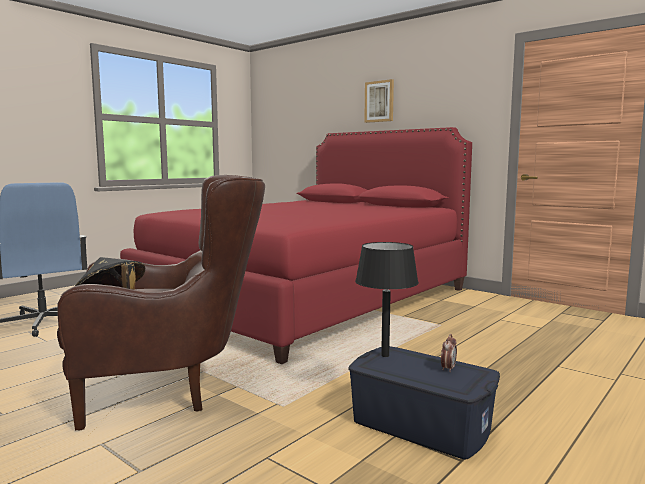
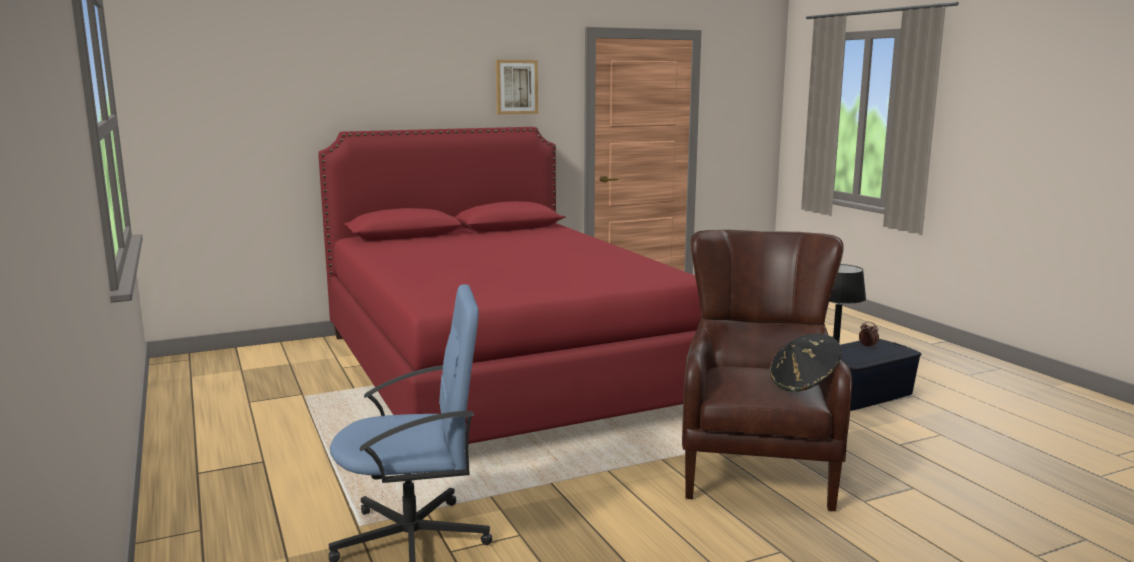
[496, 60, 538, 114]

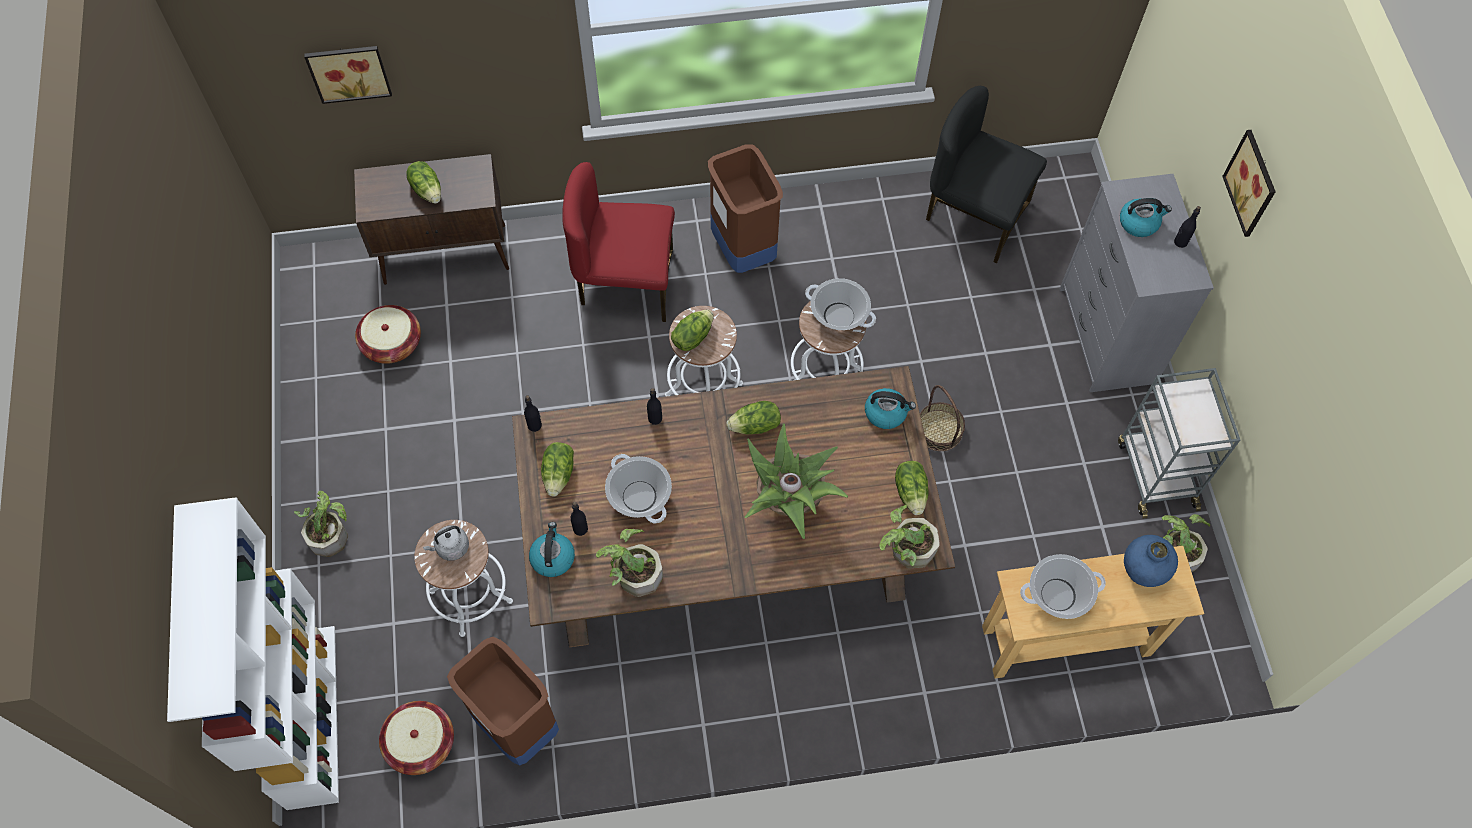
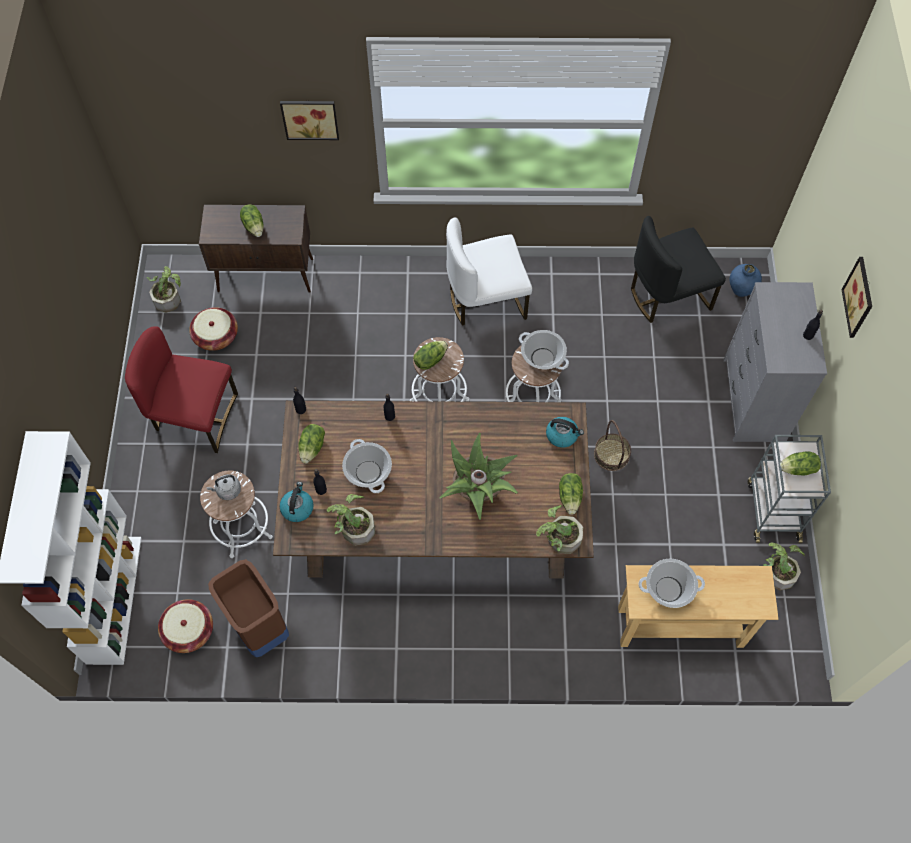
[1120, 198, 1172, 237] (first image)
[147, 266, 181, 313]
[280, 100, 339, 140]
[125, 326, 238, 453]
[780, 452, 821, 476]
[730, 264, 762, 297]
[446, 217, 532, 326]
[631, 216, 726, 323]

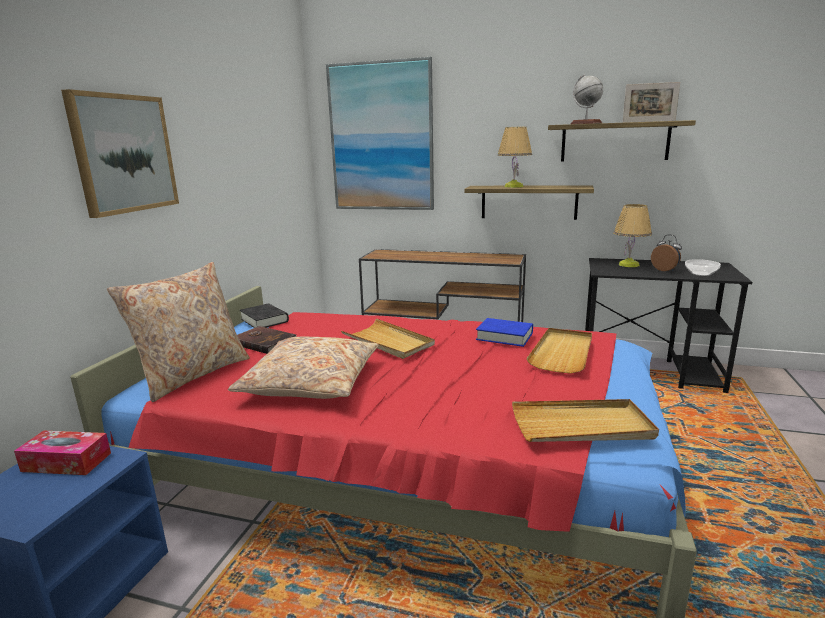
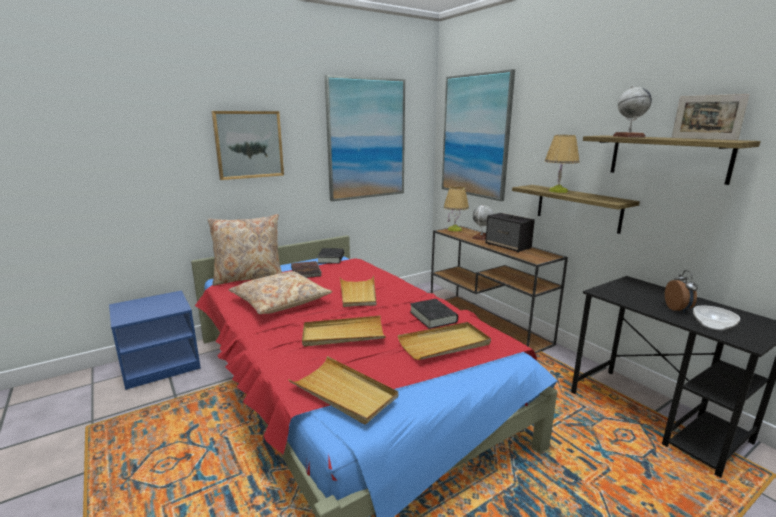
[14, 431, 111, 475] (first image)
[302, 316, 385, 347]
[325, 75, 405, 201]
[472, 205, 493, 241]
[485, 213, 535, 253]
[444, 186, 469, 232]
[410, 299, 458, 329]

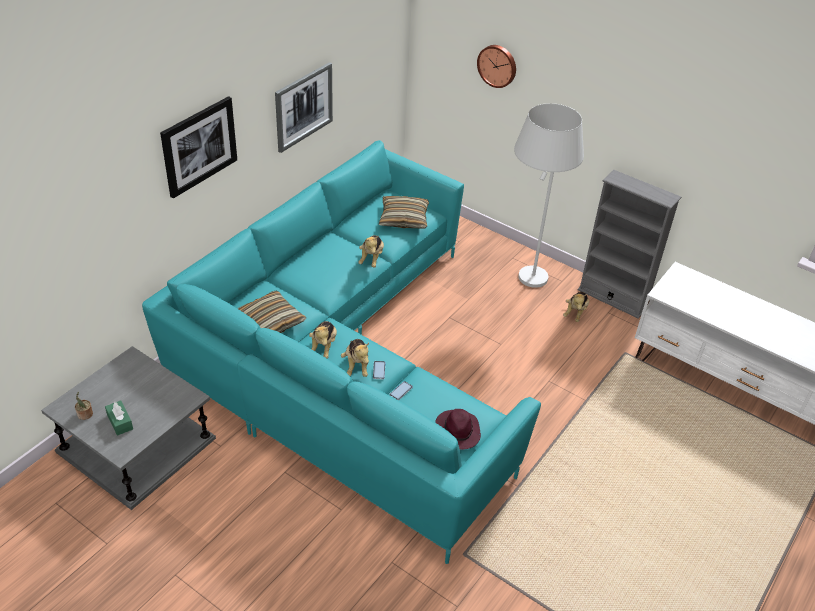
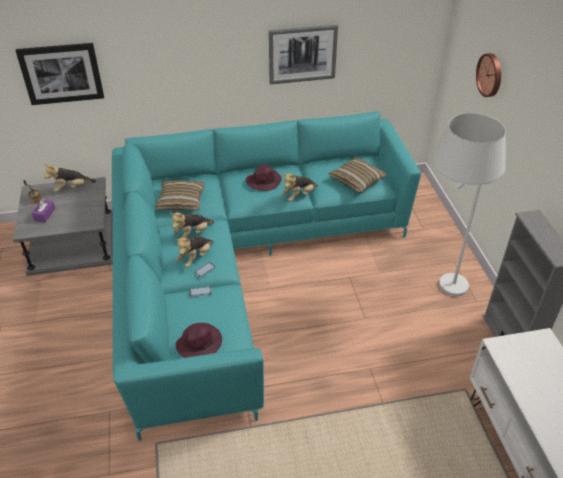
[246, 165, 282, 191]
[16, 43, 104, 105]
[44, 164, 96, 192]
[32, 198, 56, 222]

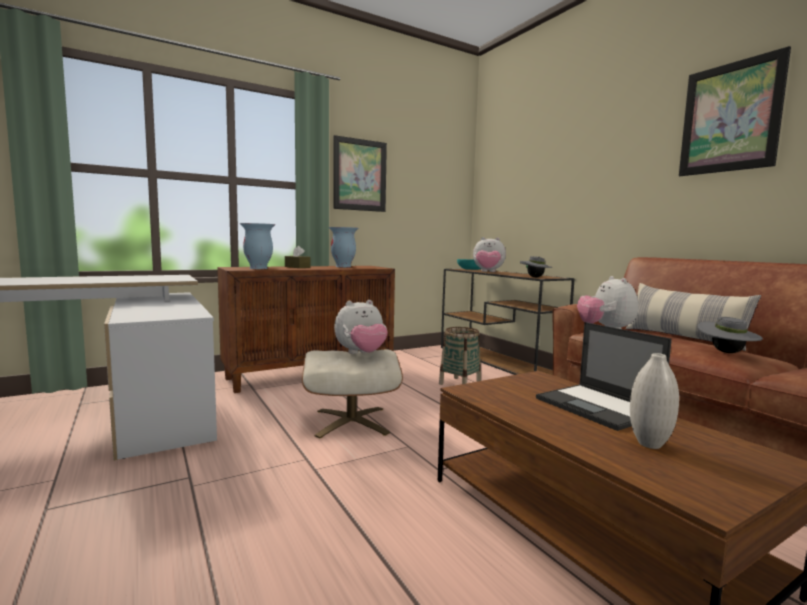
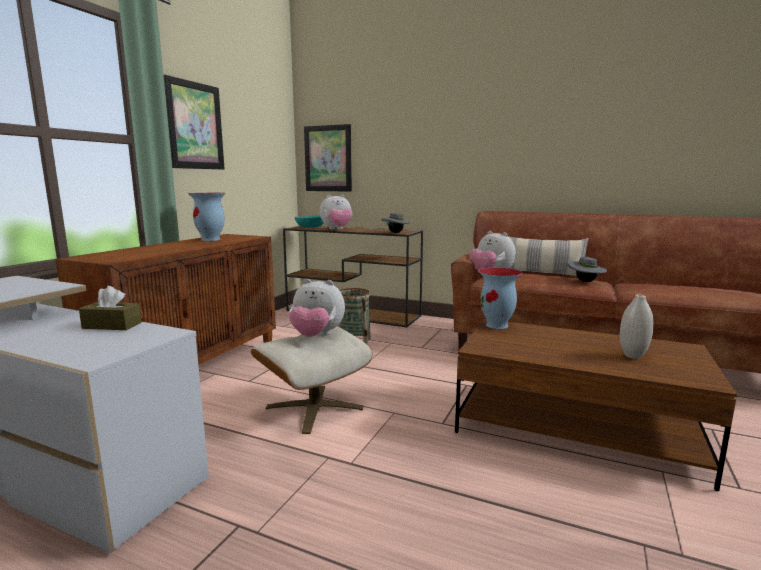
[536, 322, 672, 431] (first image)
[478, 268, 522, 329]
[79, 286, 142, 330]
[304, 124, 352, 192]
[289, 279, 345, 337]

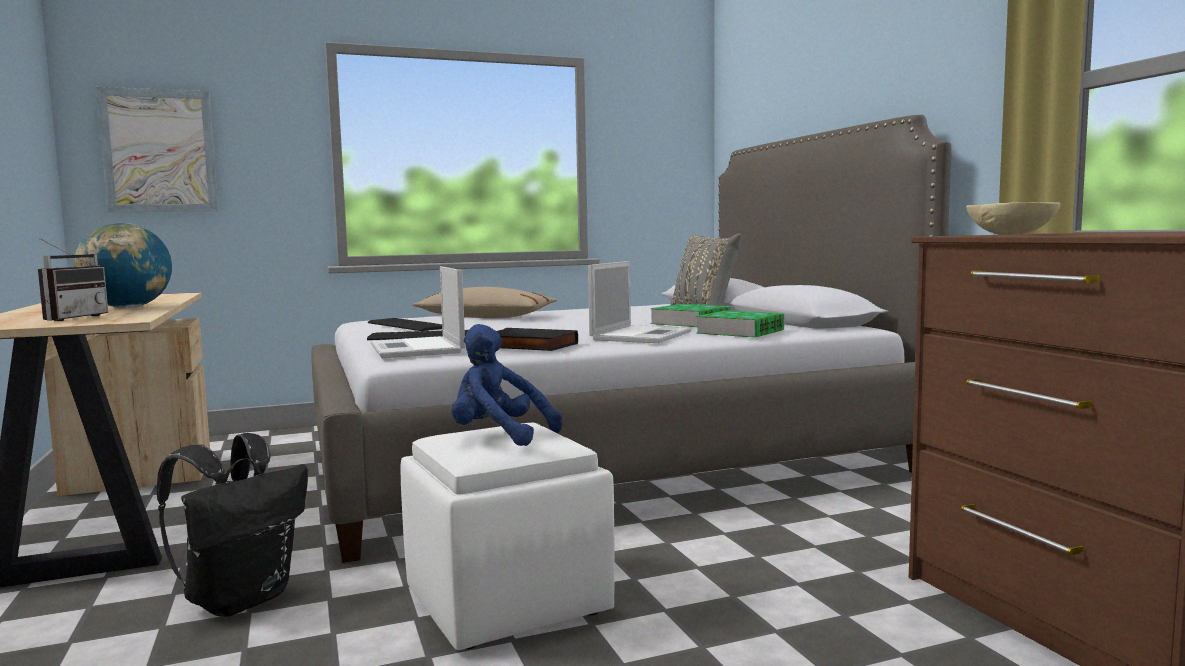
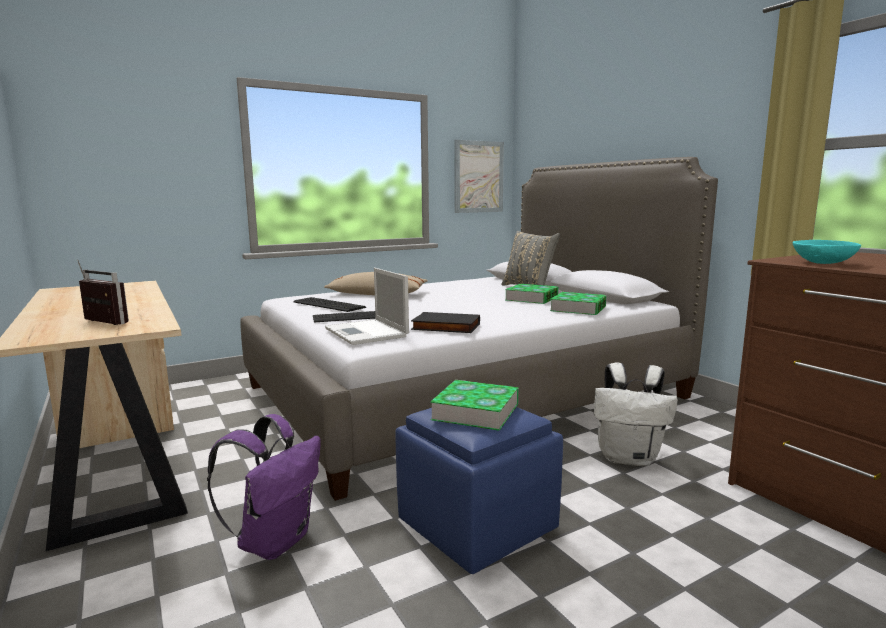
[74, 223, 172, 309] (first image)
[588, 261, 692, 343] (first image)
[594, 363, 678, 466]
[454, 140, 504, 213]
[430, 380, 519, 431]
[207, 414, 321, 560]
[396, 407, 563, 574]
[792, 240, 861, 264]
[77, 260, 129, 325]

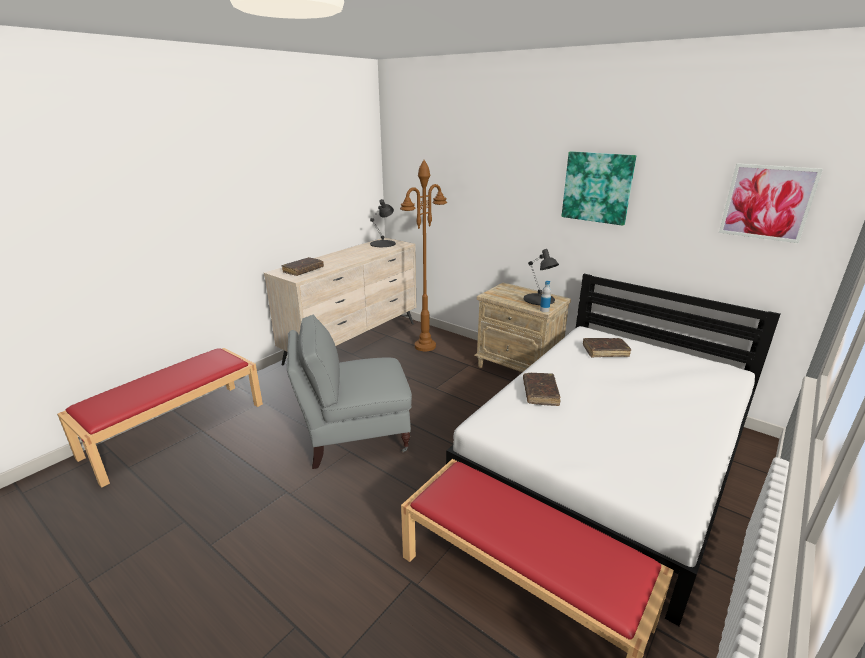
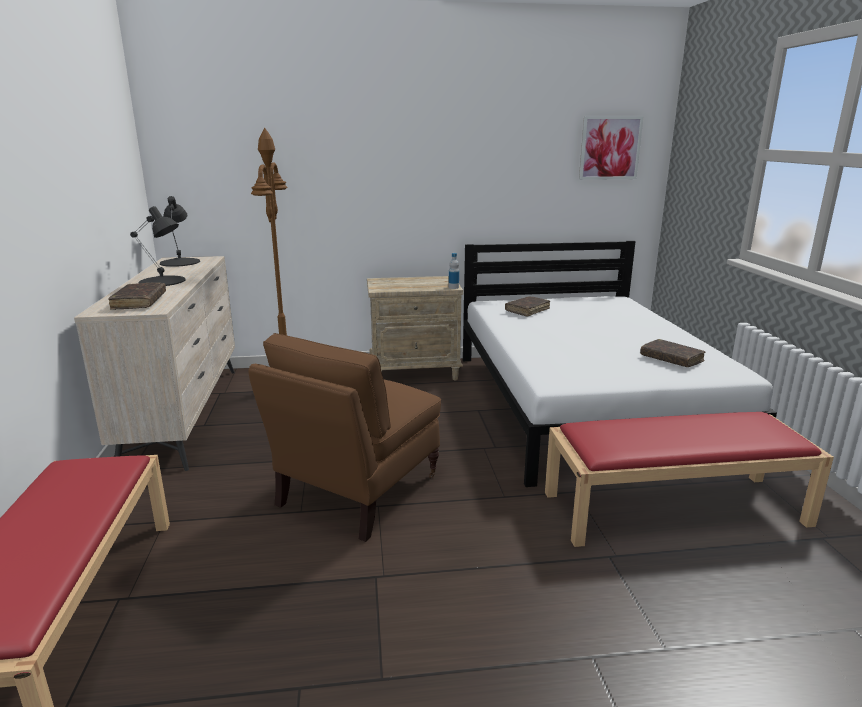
[562, 151, 636, 226] (first image)
[640, 339, 705, 367]
[130, 206, 185, 286]
[248, 333, 441, 542]

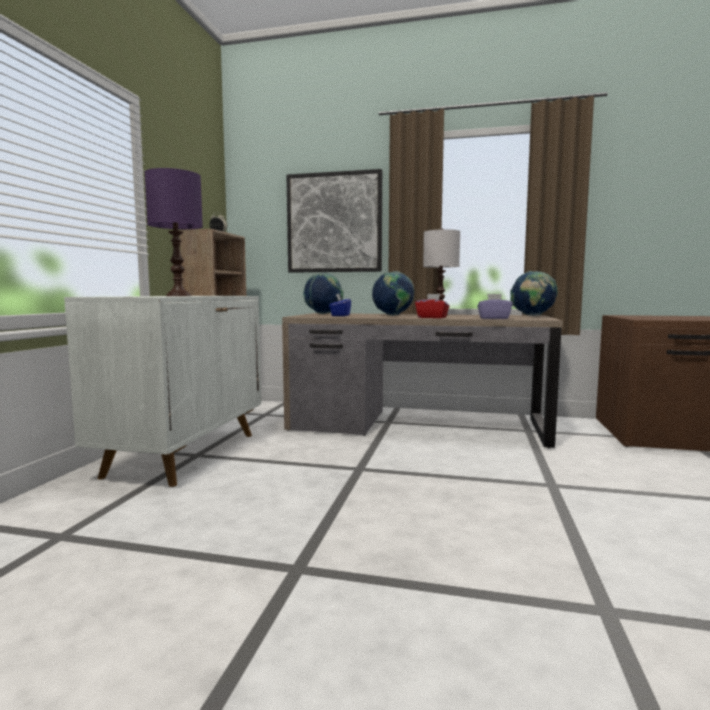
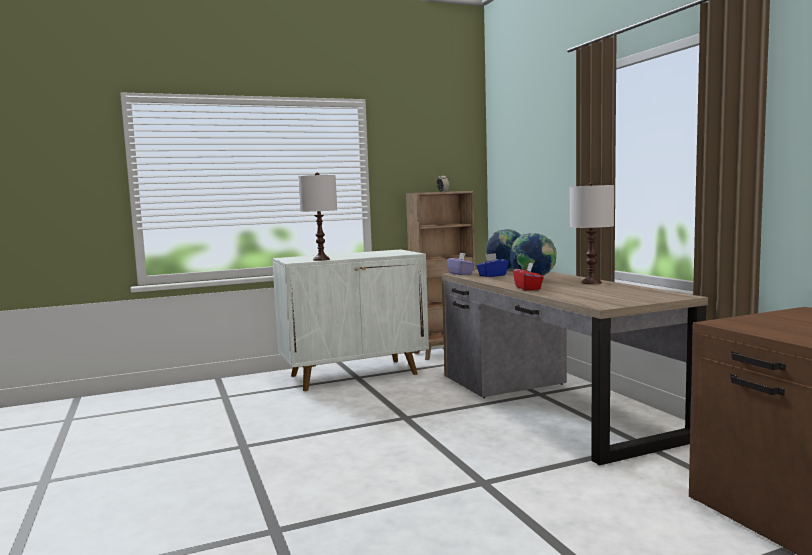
[286, 169, 382, 273] (first image)
[510, 271, 558, 316] (first image)
[447, 252, 475, 275]
[299, 173, 337, 261]

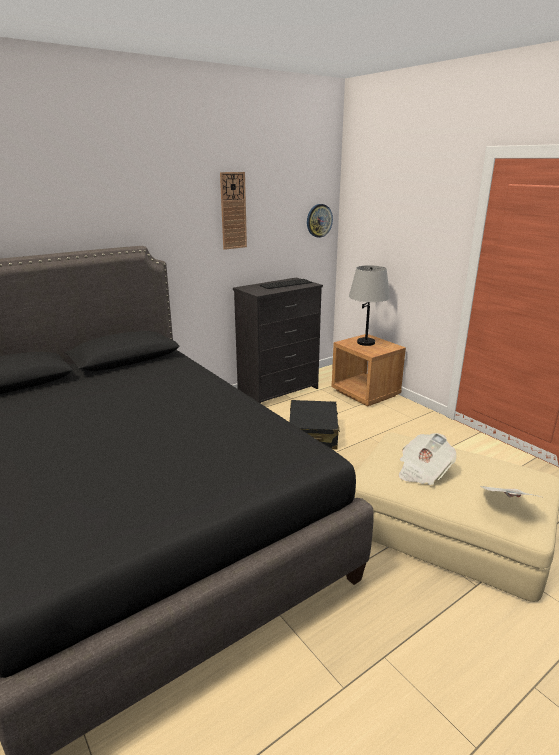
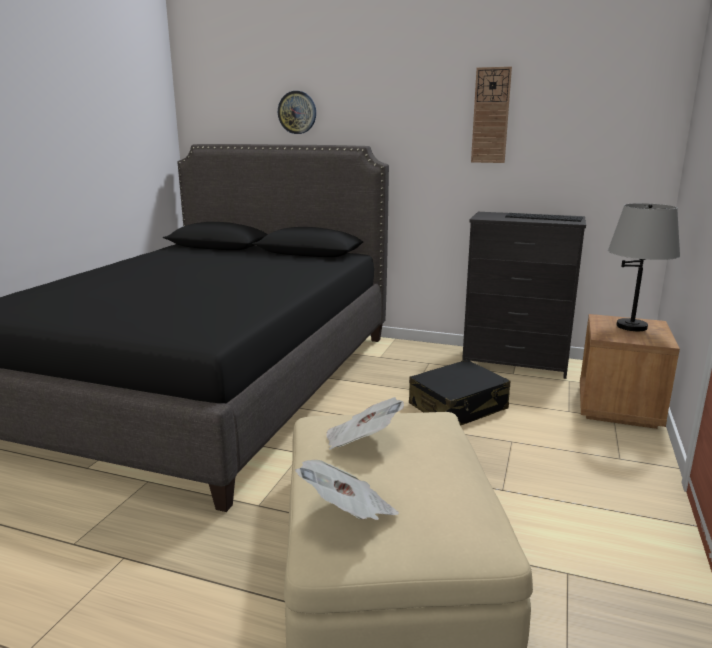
[278, 91, 316, 134]

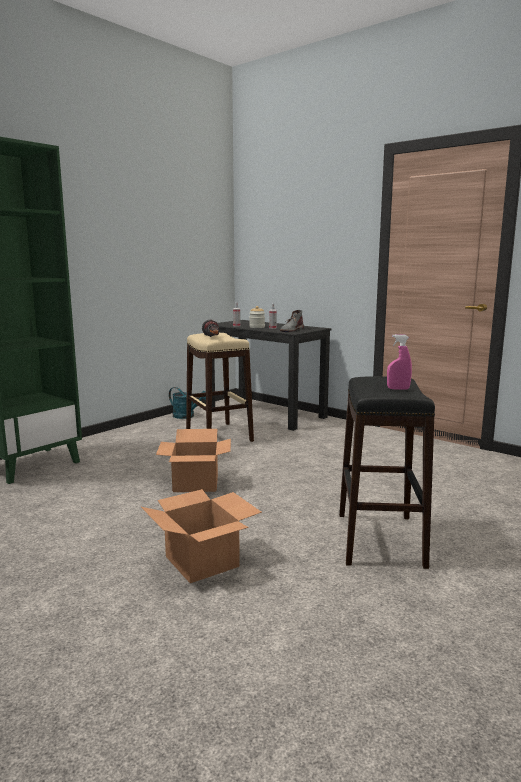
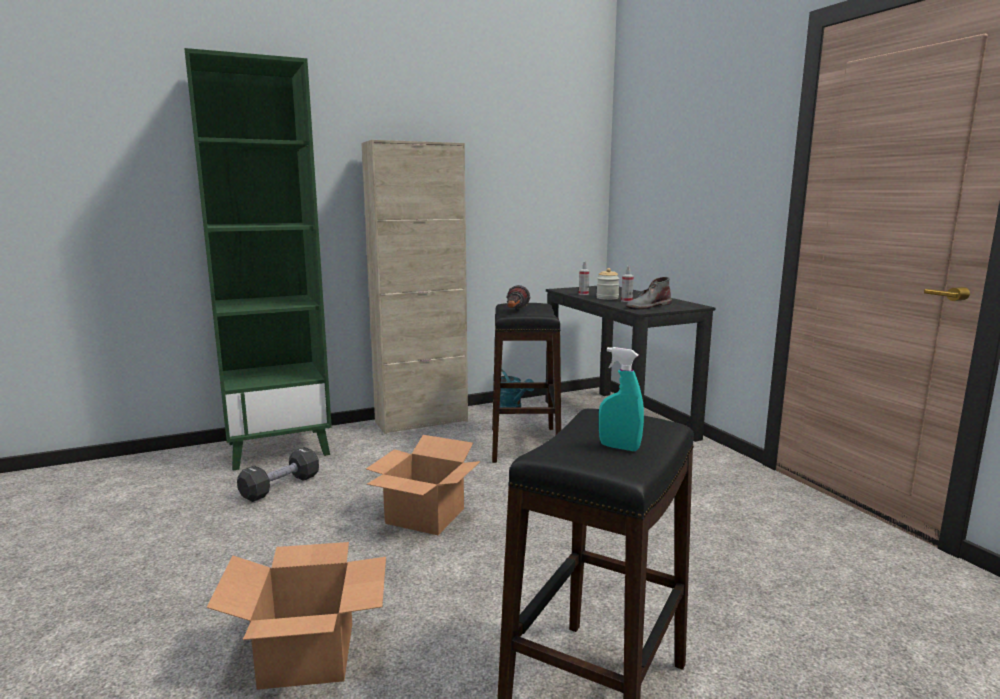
[237, 447, 319, 502]
[361, 140, 468, 434]
[492, 303, 561, 463]
[599, 347, 644, 451]

